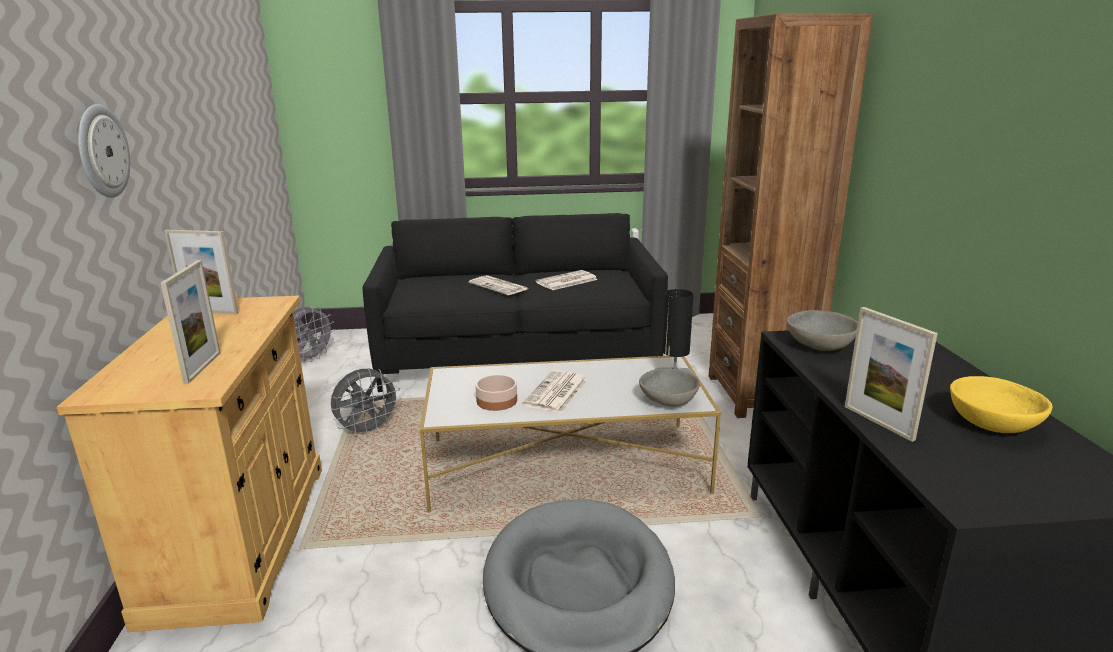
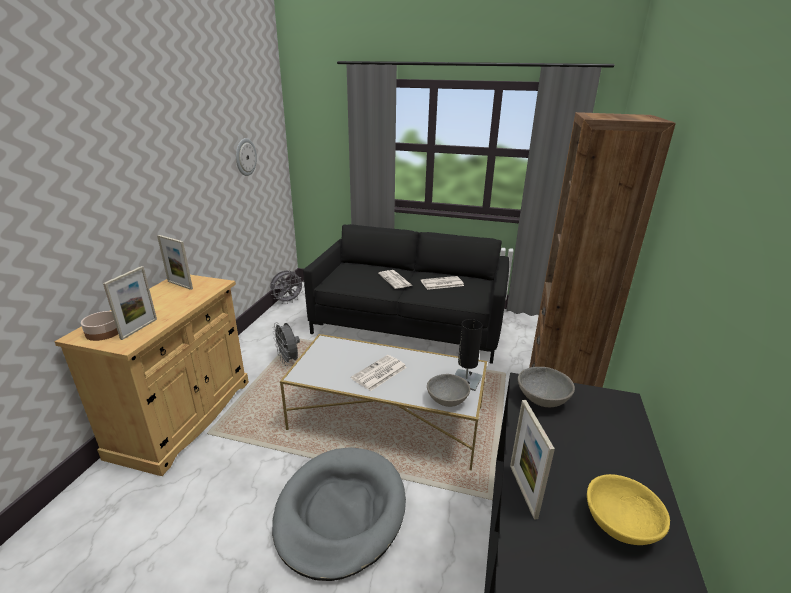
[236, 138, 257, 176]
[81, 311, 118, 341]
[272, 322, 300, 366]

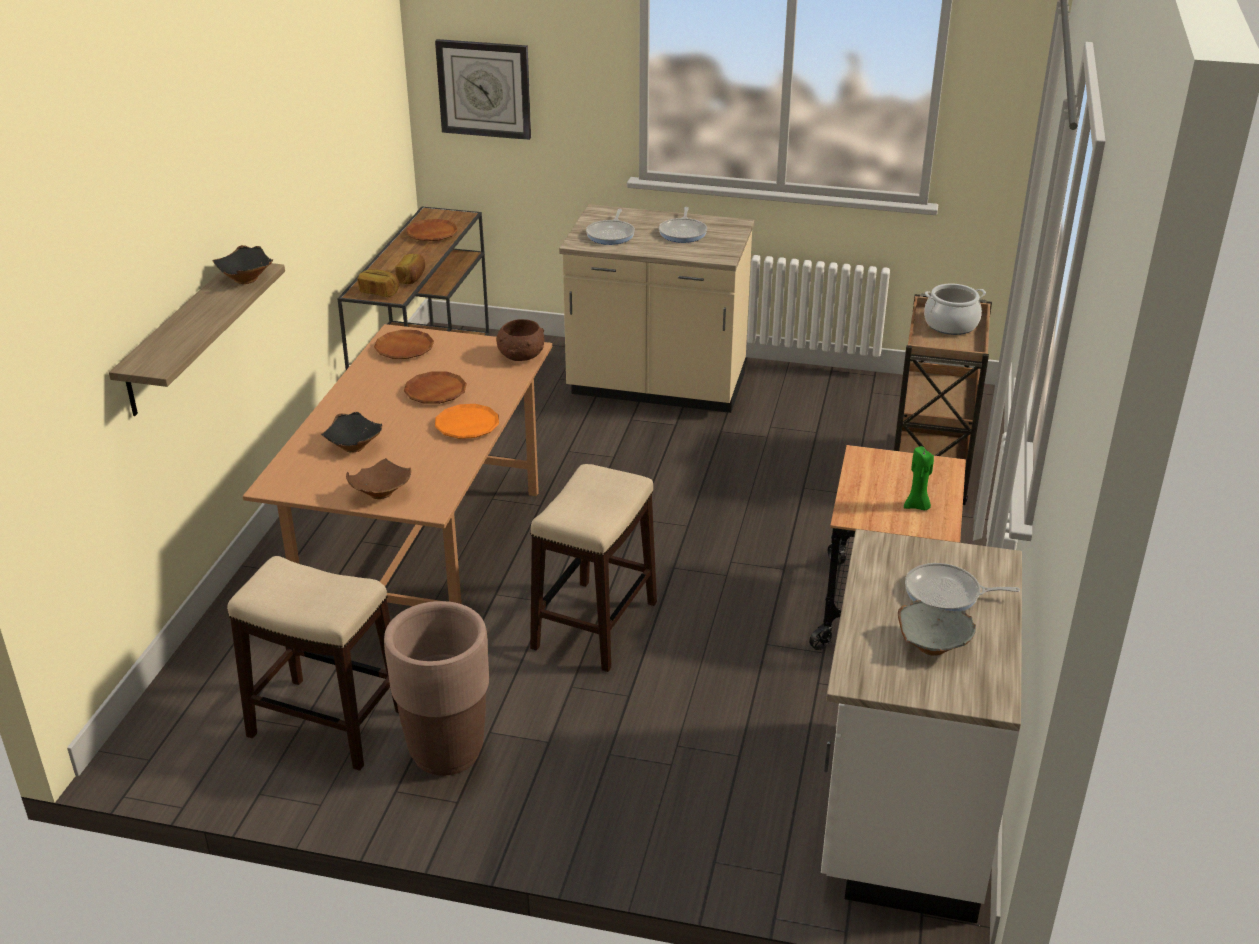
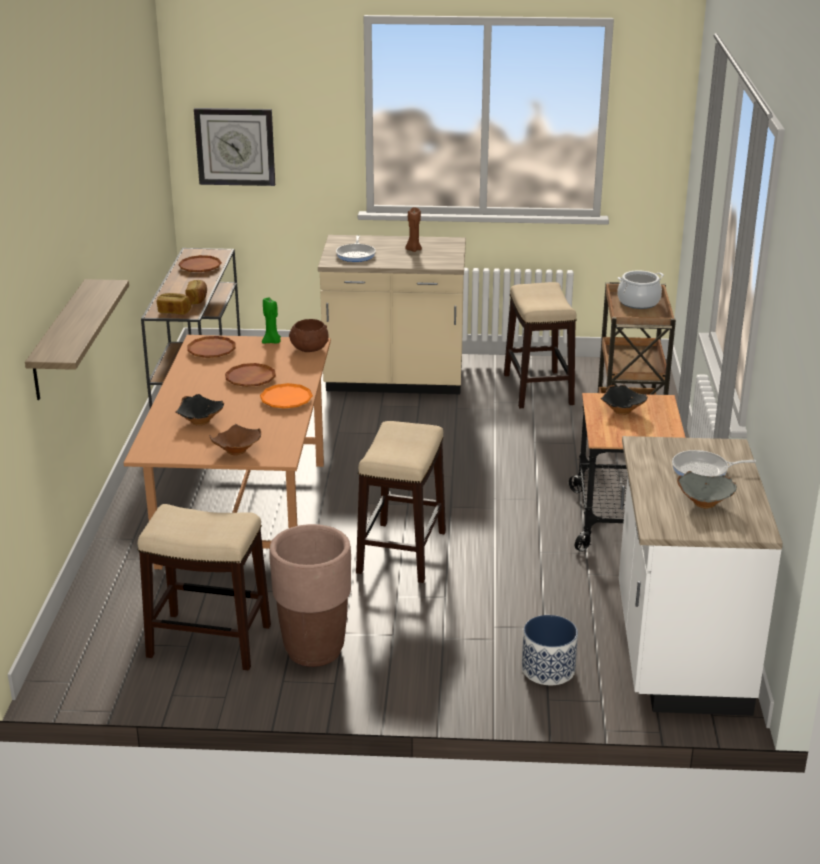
[504, 282, 577, 408]
[522, 615, 578, 685]
[600, 385, 648, 415]
[262, 297, 281, 344]
[405, 207, 422, 252]

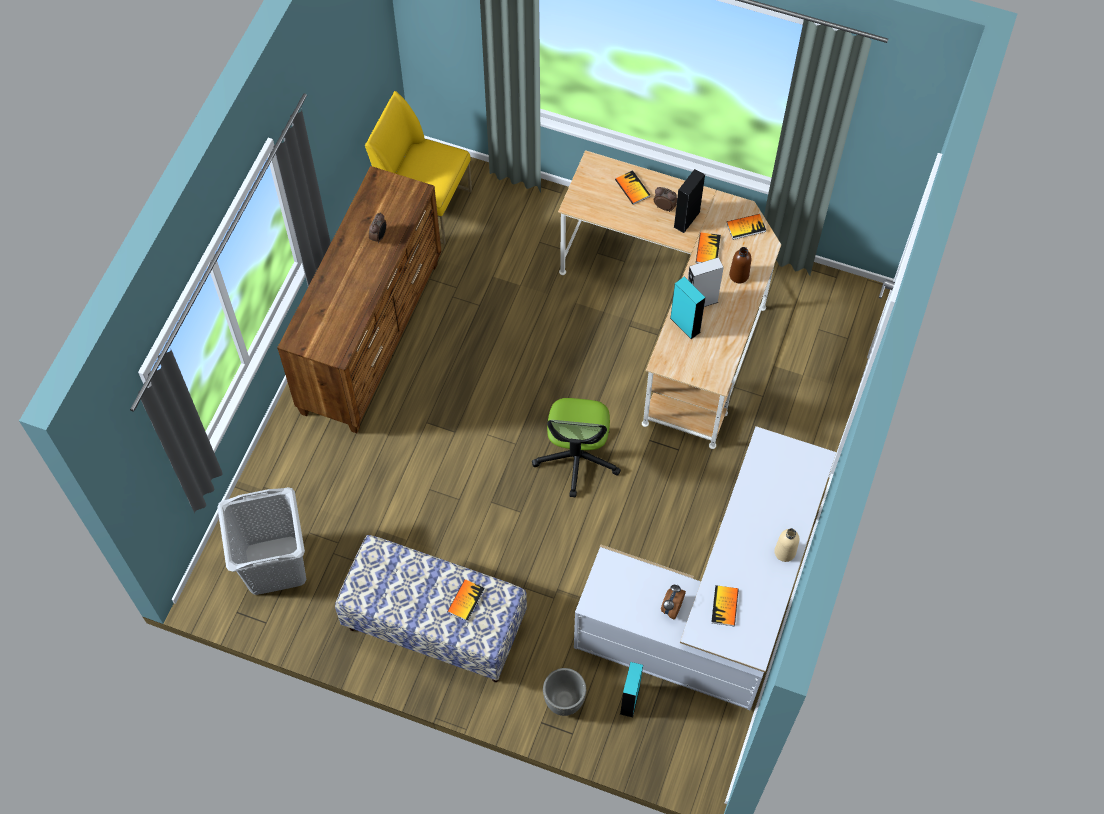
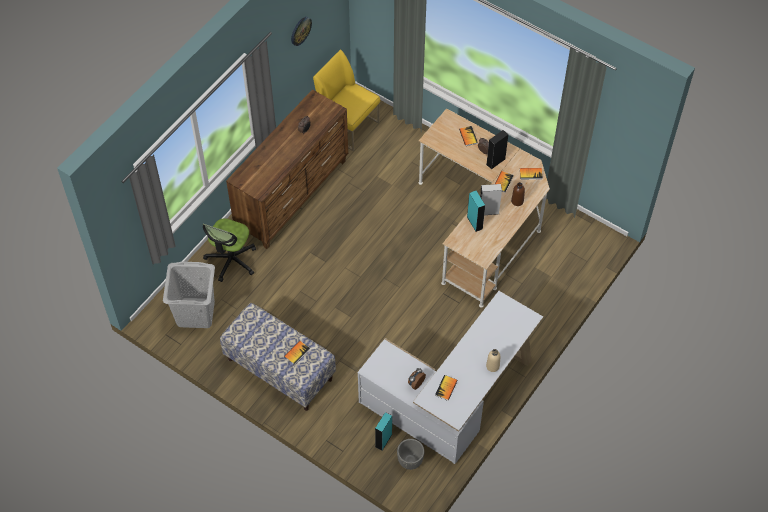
[291, 17, 312, 46]
[203, 218, 256, 282]
[397, 439, 424, 470]

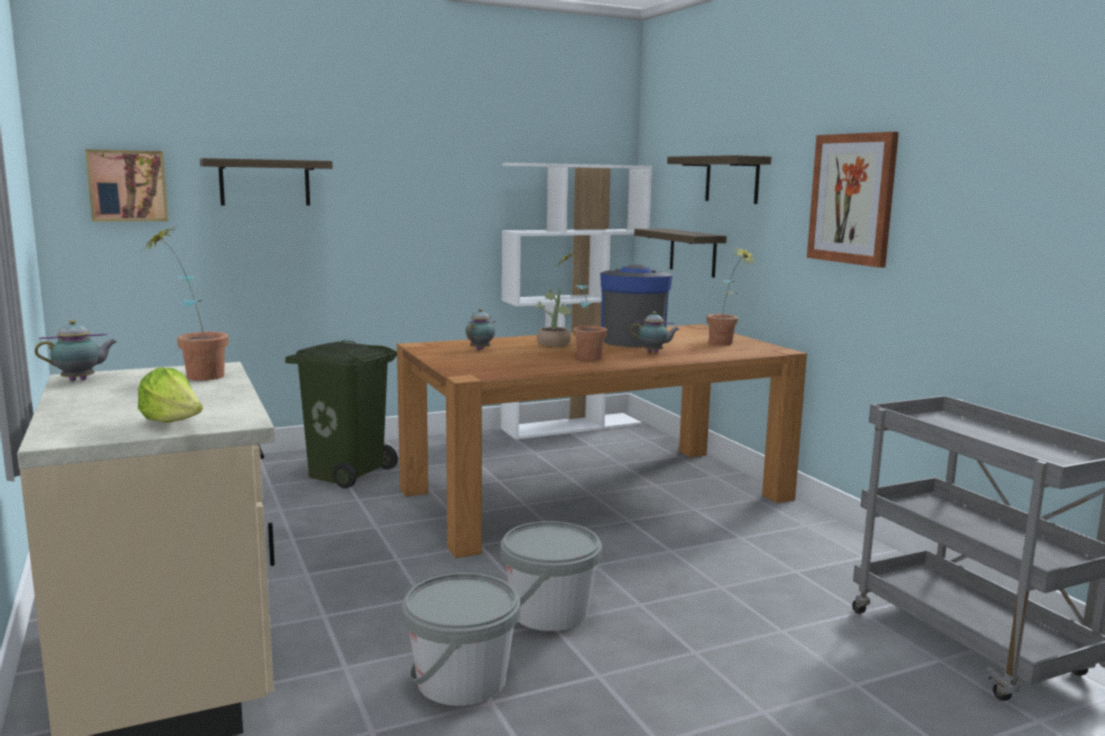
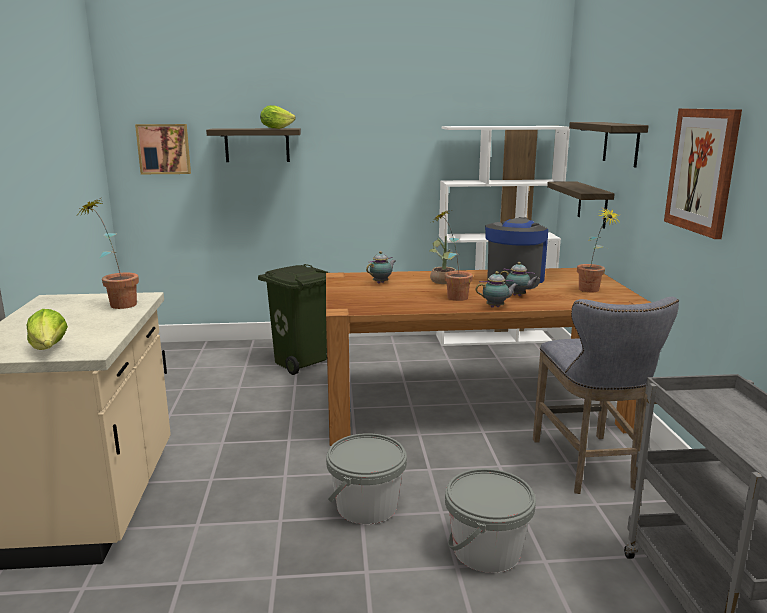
[260, 105, 296, 129]
[533, 297, 679, 494]
[475, 271, 518, 308]
[445, 469, 536, 573]

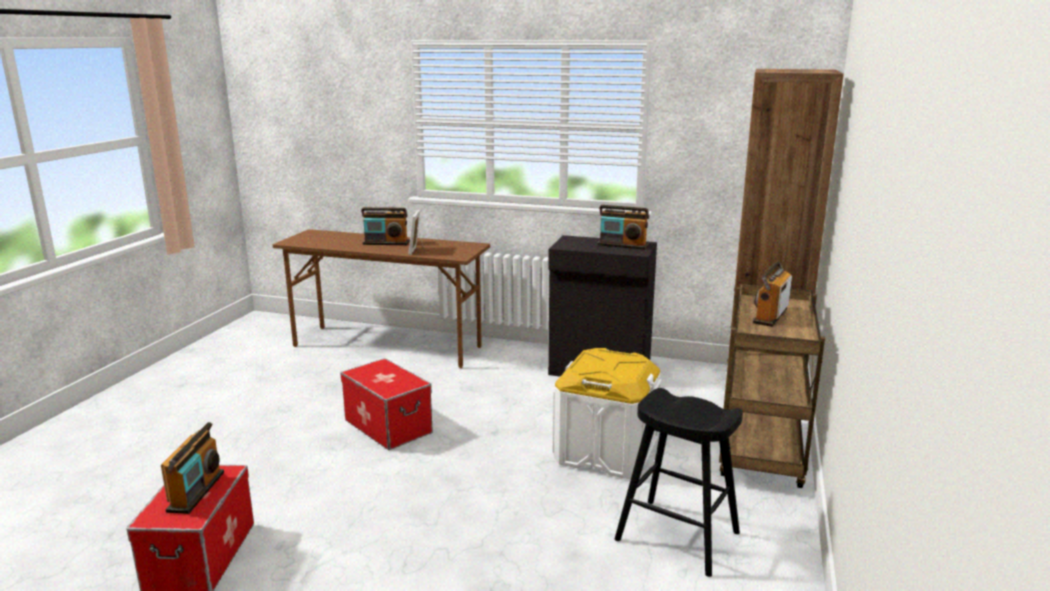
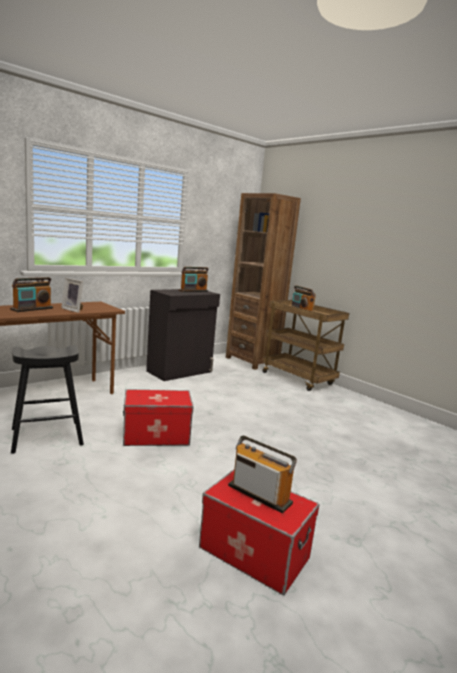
[552, 348, 661, 479] (first image)
[11, 345, 84, 454]

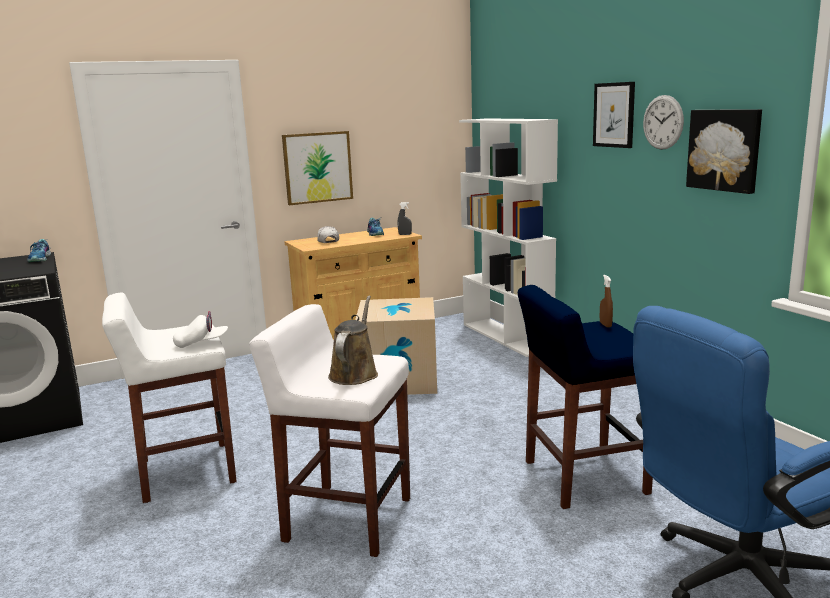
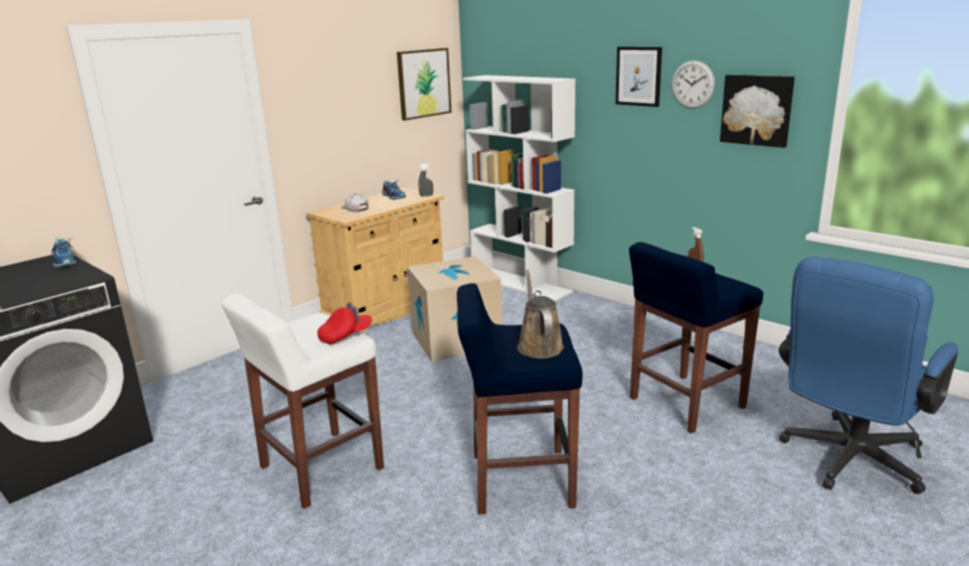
[397, 48, 452, 121]
[317, 302, 372, 344]
[457, 283, 583, 514]

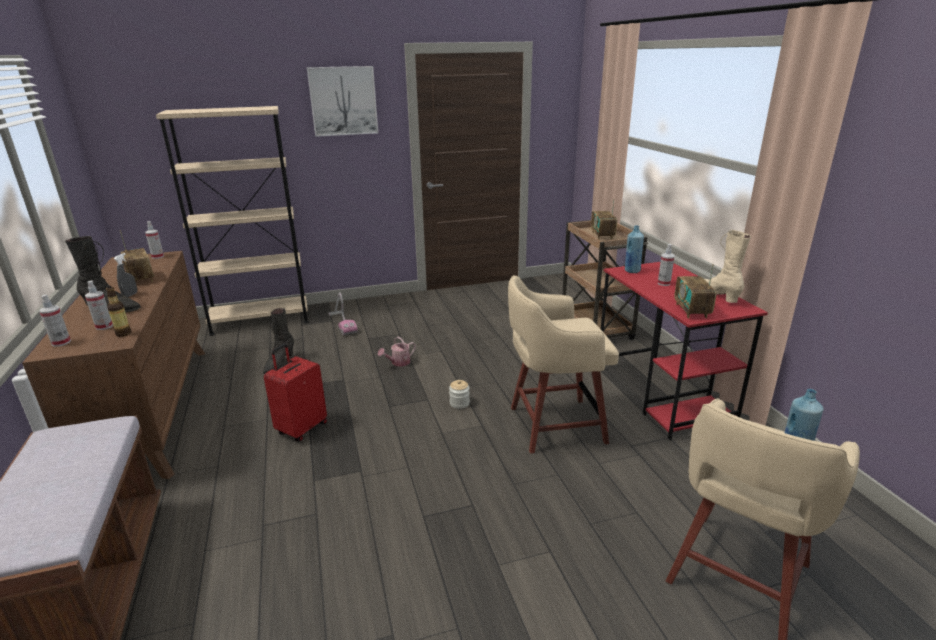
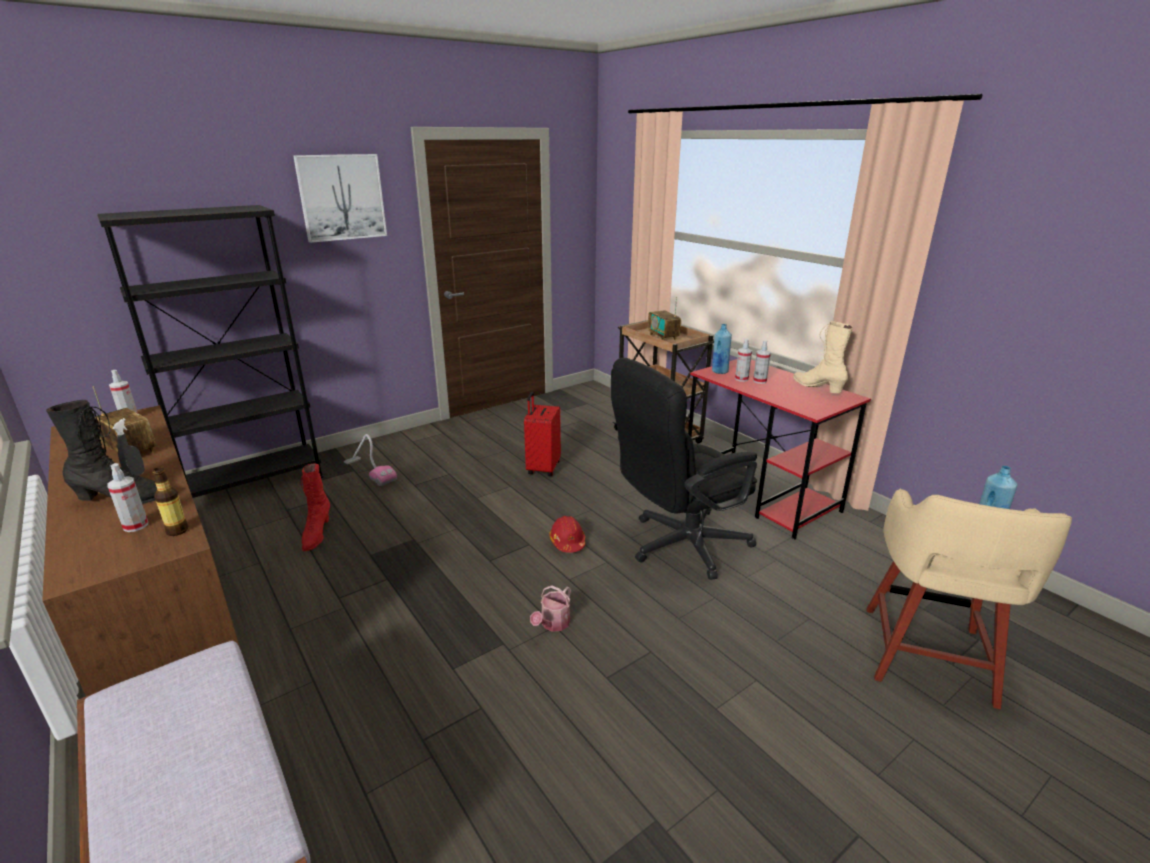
[674, 264, 716, 318] (first image)
[735, 339, 752, 382]
[524, 392, 561, 476]
[530, 585, 571, 632]
[549, 516, 585, 553]
[611, 358, 757, 580]
[97, 205, 324, 512]
[301, 464, 330, 551]

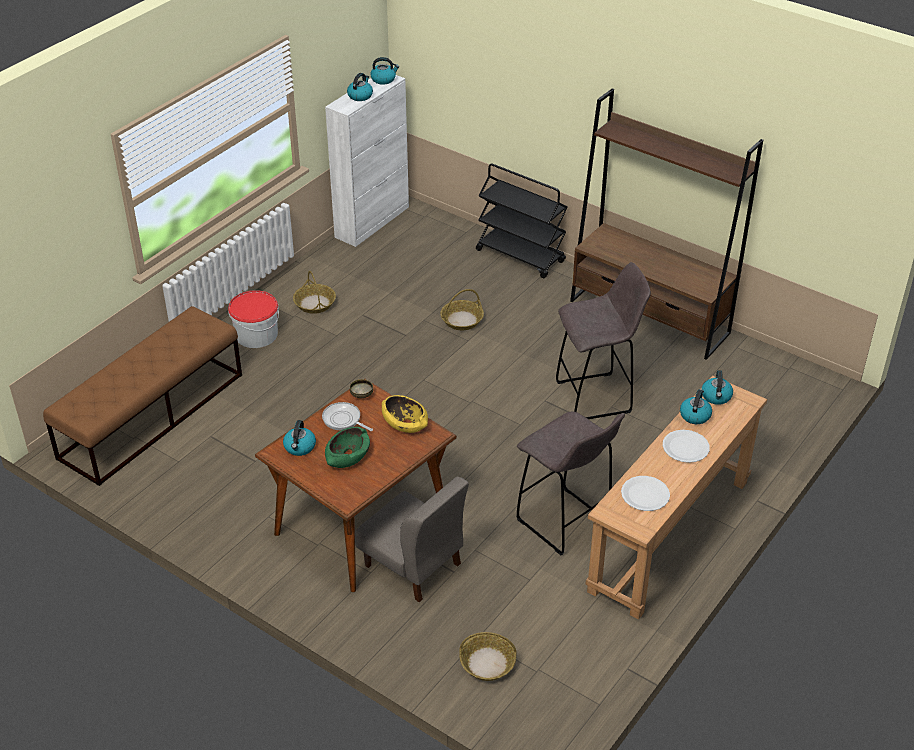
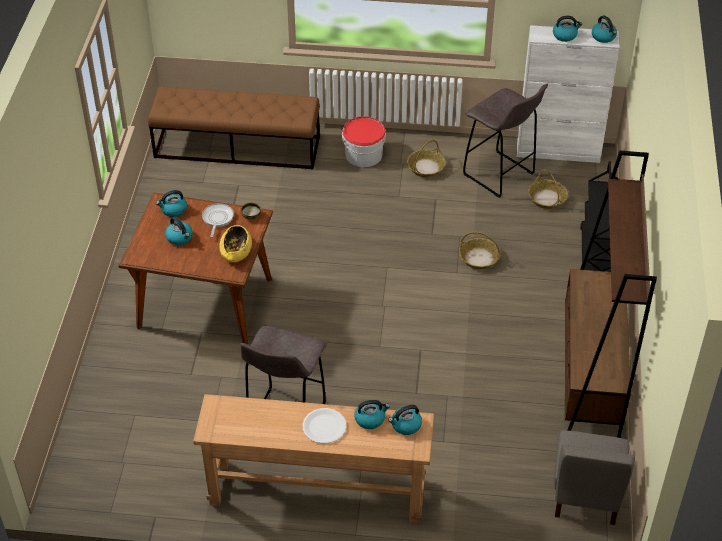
[621, 476, 670, 511] (first image)
[554, 430, 635, 525]
[528, 169, 568, 209]
[463, 84, 548, 198]
[165, 217, 193, 245]

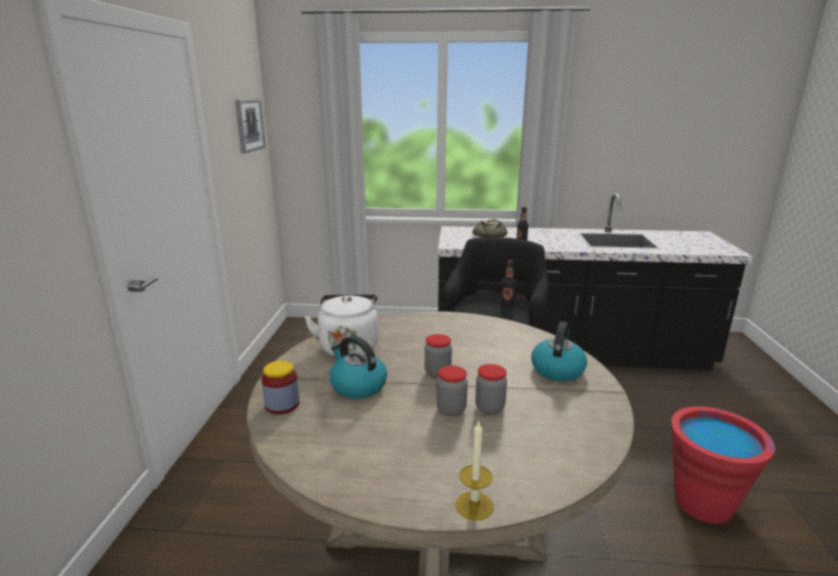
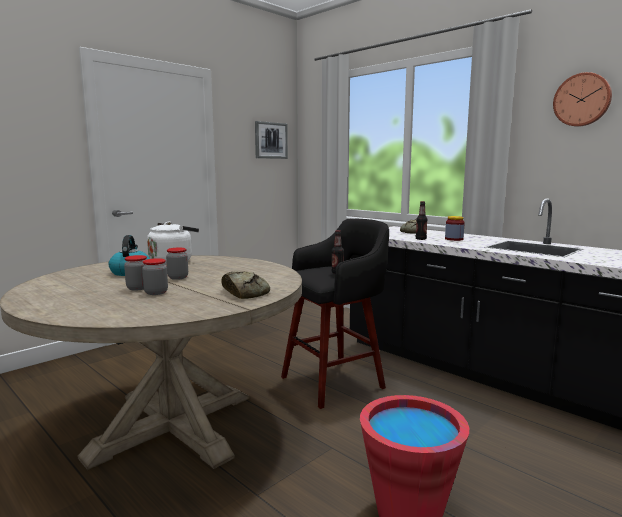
[456, 420, 494, 520] (first image)
[553, 72, 612, 127]
[445, 216, 464, 241]
[222, 271, 270, 299]

